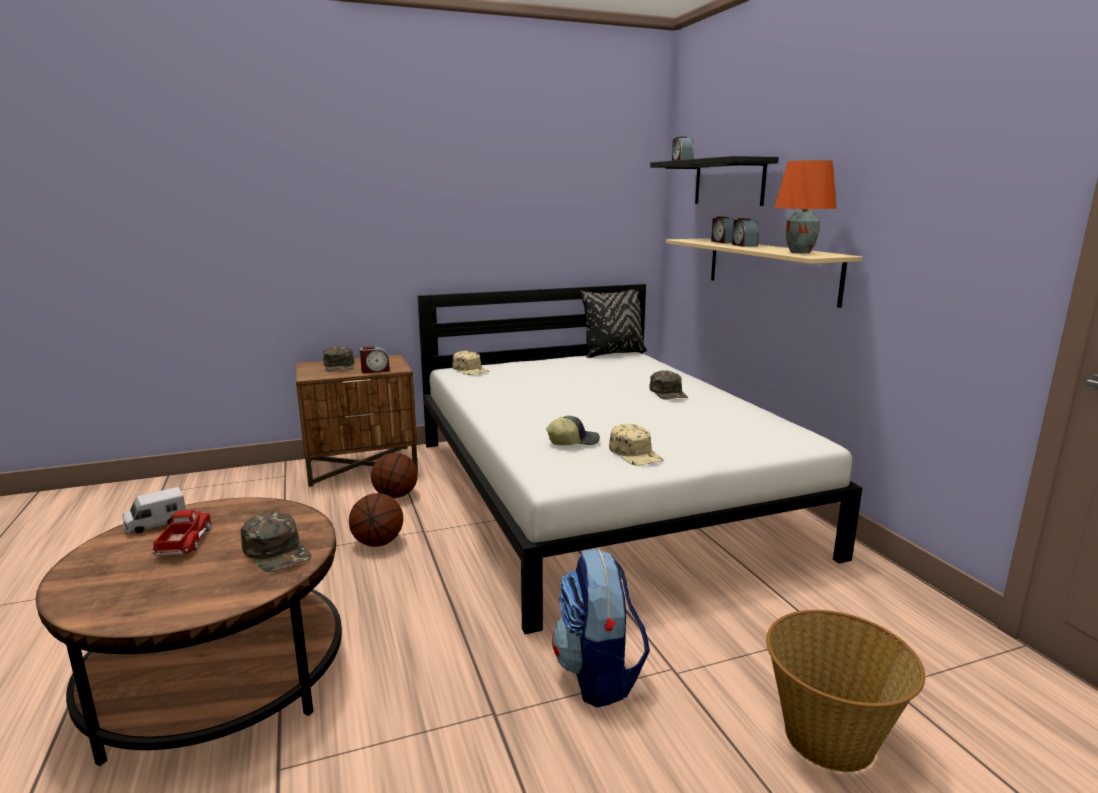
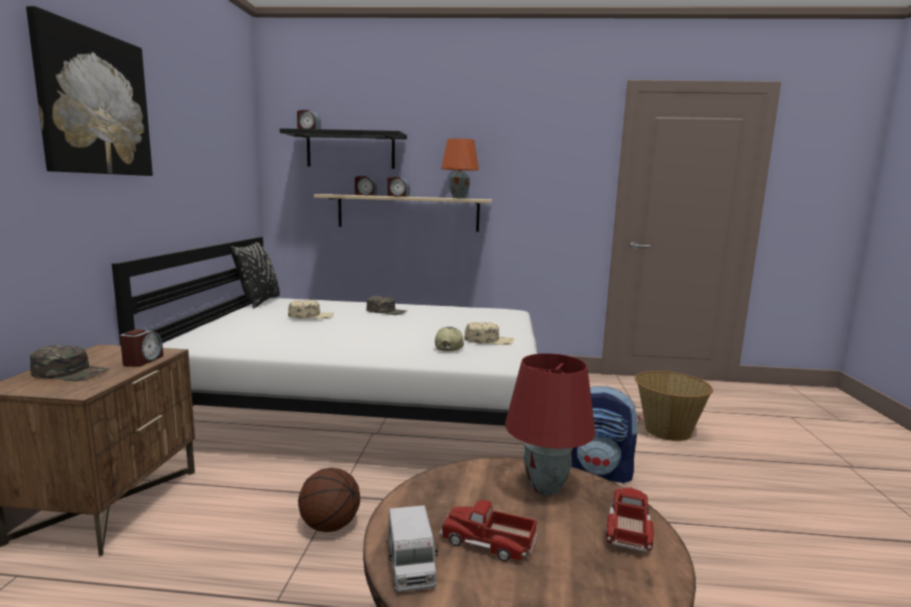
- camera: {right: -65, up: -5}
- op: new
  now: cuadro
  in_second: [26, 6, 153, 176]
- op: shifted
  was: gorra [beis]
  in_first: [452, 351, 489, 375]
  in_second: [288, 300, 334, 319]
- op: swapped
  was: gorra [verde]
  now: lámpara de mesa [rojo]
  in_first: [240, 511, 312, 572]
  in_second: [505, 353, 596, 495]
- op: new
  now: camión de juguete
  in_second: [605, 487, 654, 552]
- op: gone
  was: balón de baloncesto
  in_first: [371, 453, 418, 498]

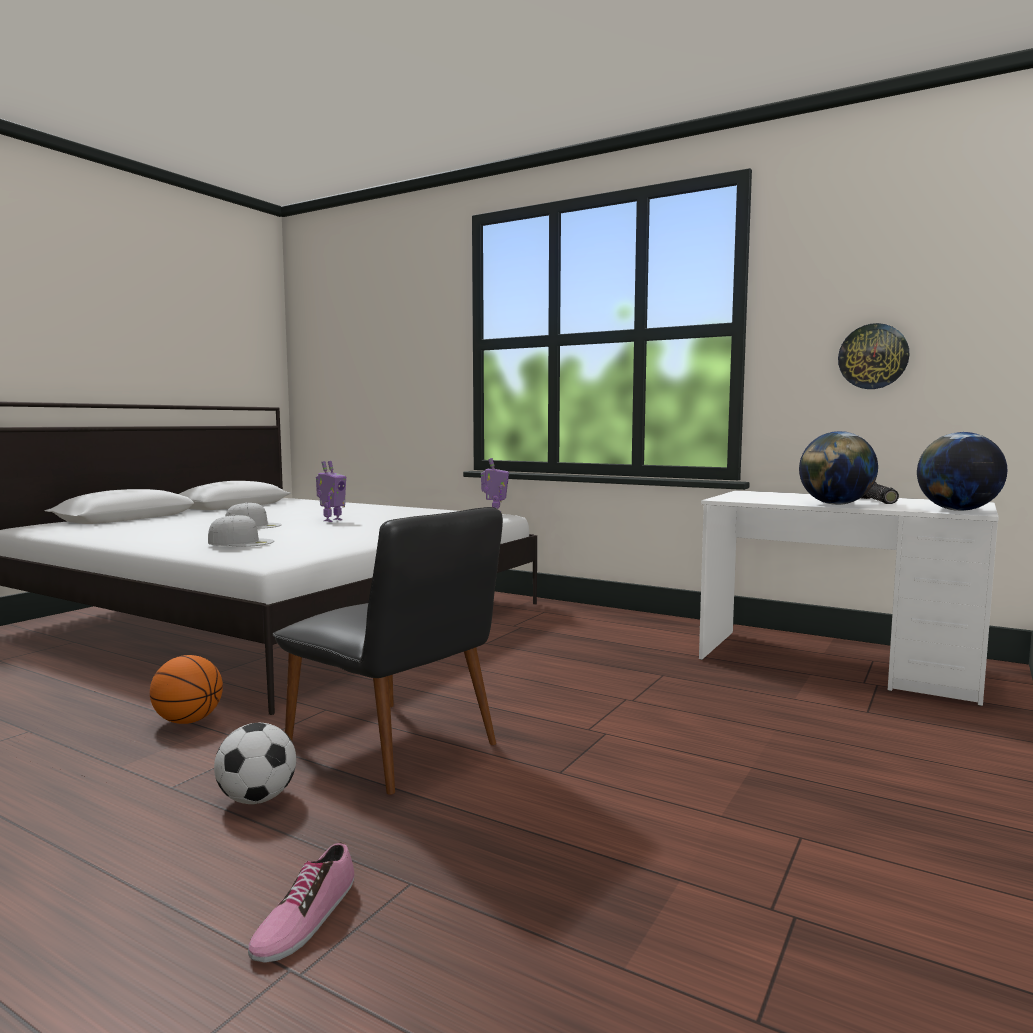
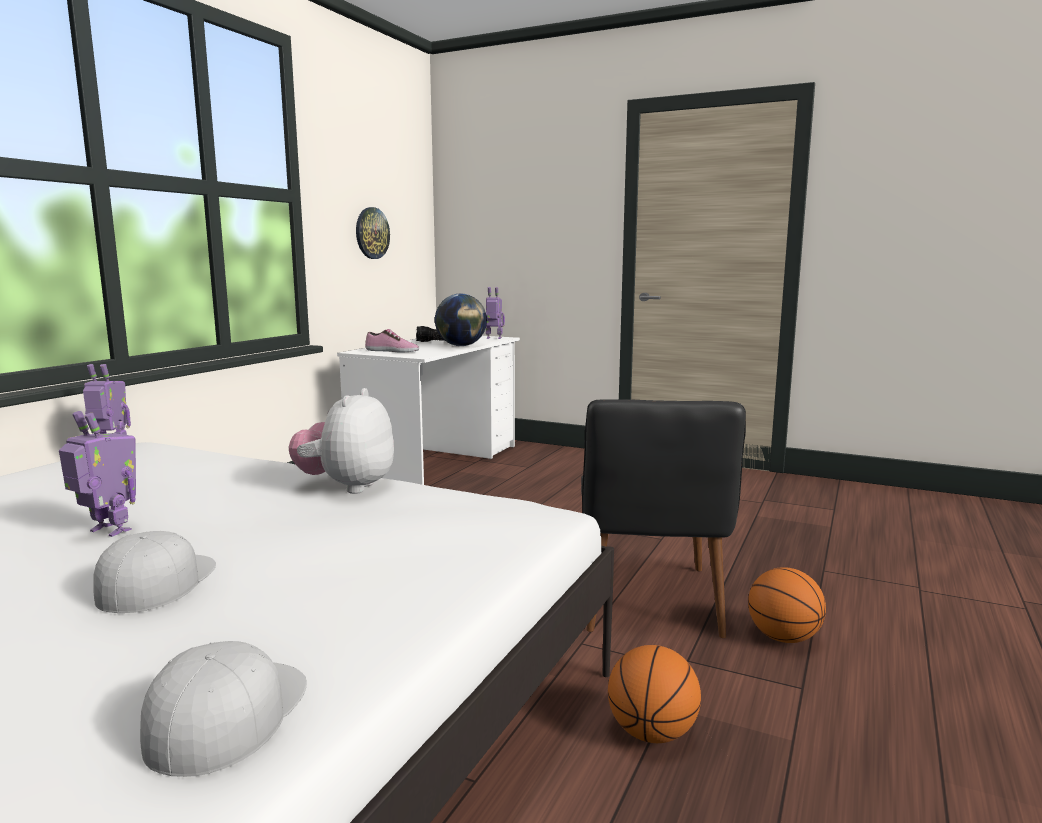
- camera: {right: -95, up: 5}
- op: shifted
  was: gorra [blanco]
  in_first: [208, 515, 274, 547]
  in_second: [140, 641, 307, 777]
- op: new
  now: peluche
  in_second: [288, 388, 394, 494]
- op: shifted
  was: zapato
  in_first: [248, 842, 354, 963]
  in_second: [365, 329, 419, 353]
- op: swapped
  was: globo terráqueo
  now: robot de juguete
  in_first: [917, 432, 1007, 511]
  in_second: [486, 287, 505, 339]
- op: rotated
  was: silla [negro]
  in_first: [273, 507, 503, 795]
  in_second: [581, 399, 746, 638]
  clockwise: 150
- op: swapped
  was: balón de fútbol
  now: balón de baloncesto
  in_first: [214, 723, 296, 804]
  in_second: [748, 567, 826, 643]

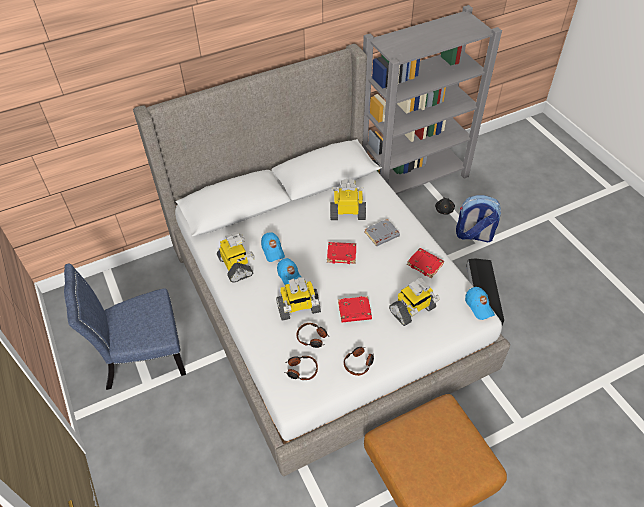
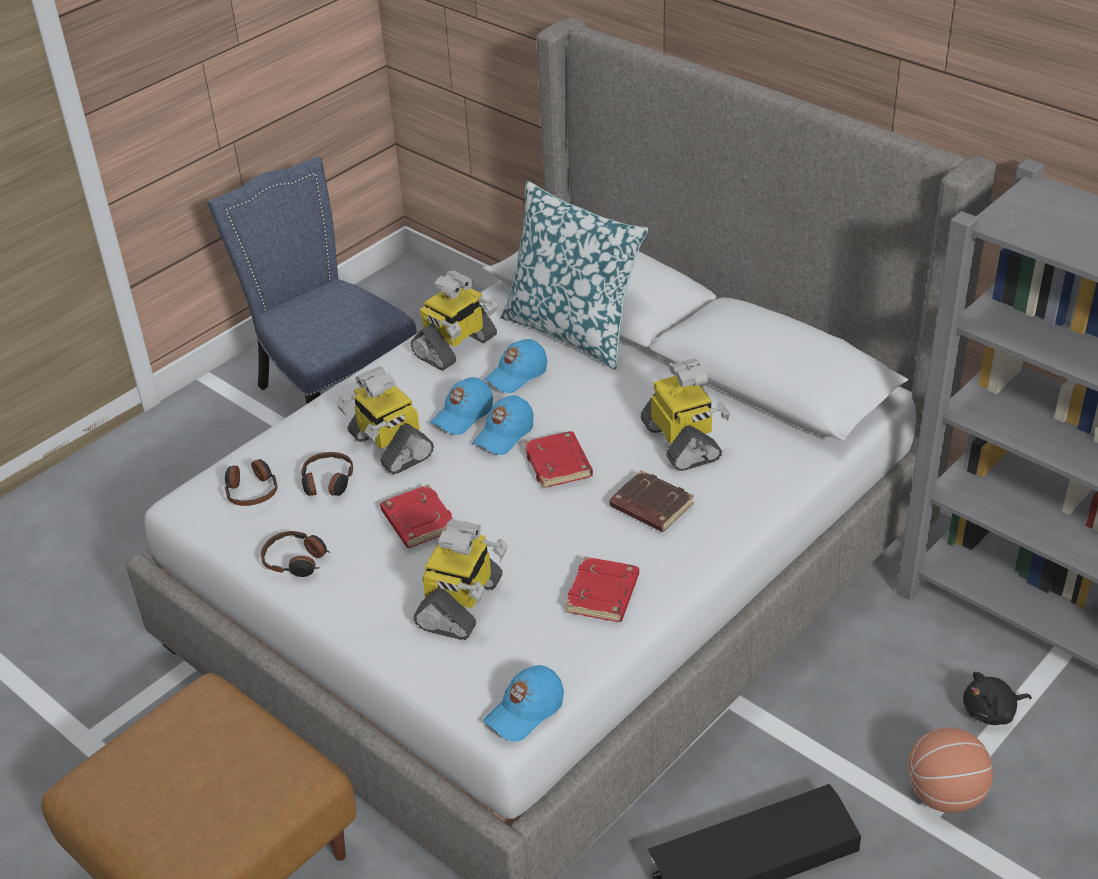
- camera: {right: 70, up: -10}
- op: rotated
  was: robot de juguete
  in_first: [389, 278, 440, 326]
  in_second: [413, 519, 508, 640]
  clockwise: -105
- op: new
  now: gorra [azul]
  in_second: [472, 395, 534, 455]
- op: new
  now: cojín
  in_second: [500, 181, 648, 370]
- op: repainted
  was: libro [gris]
  now: libro [marrón]
  in_first: [364, 219, 400, 246]
  in_second: [609, 470, 694, 532]
- op: swapped
  was: mochila
  now: balón de baloncesto
  in_first: [456, 195, 501, 242]
  in_second: [908, 728, 993, 813]

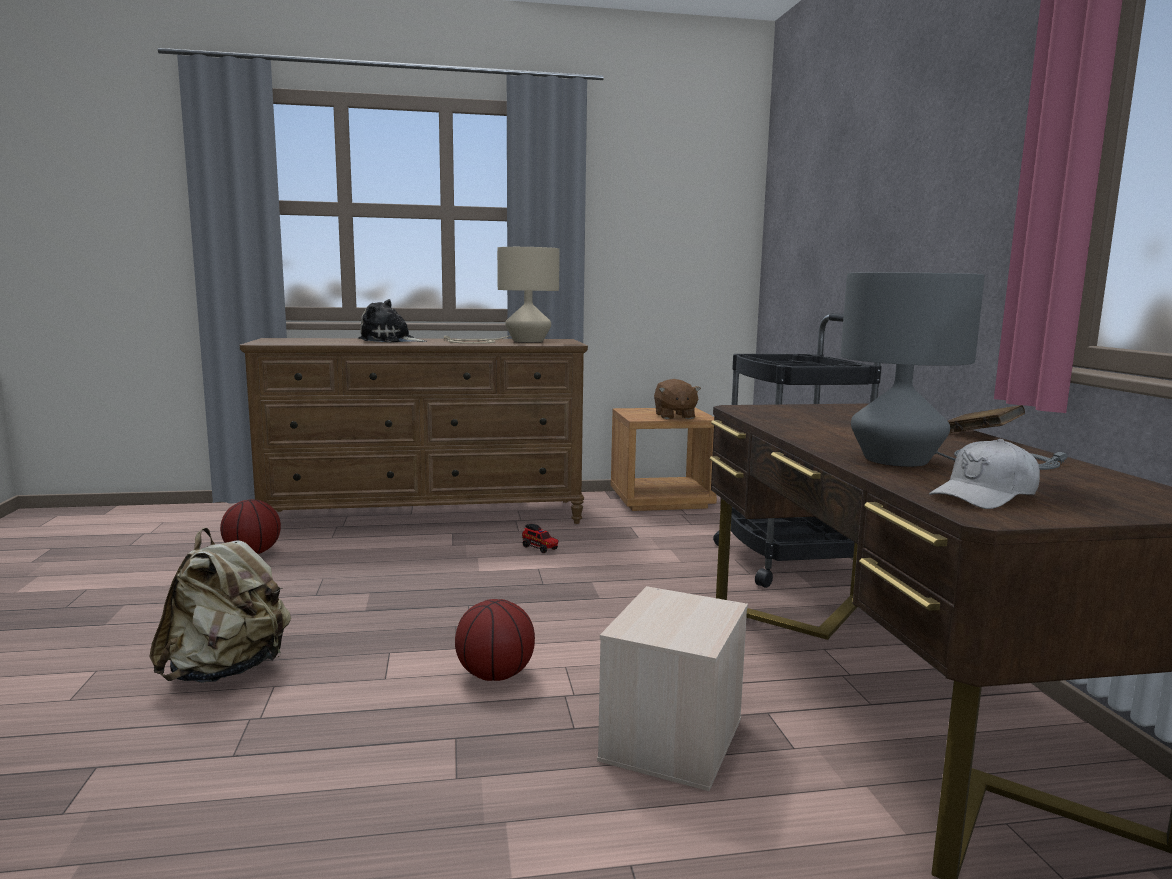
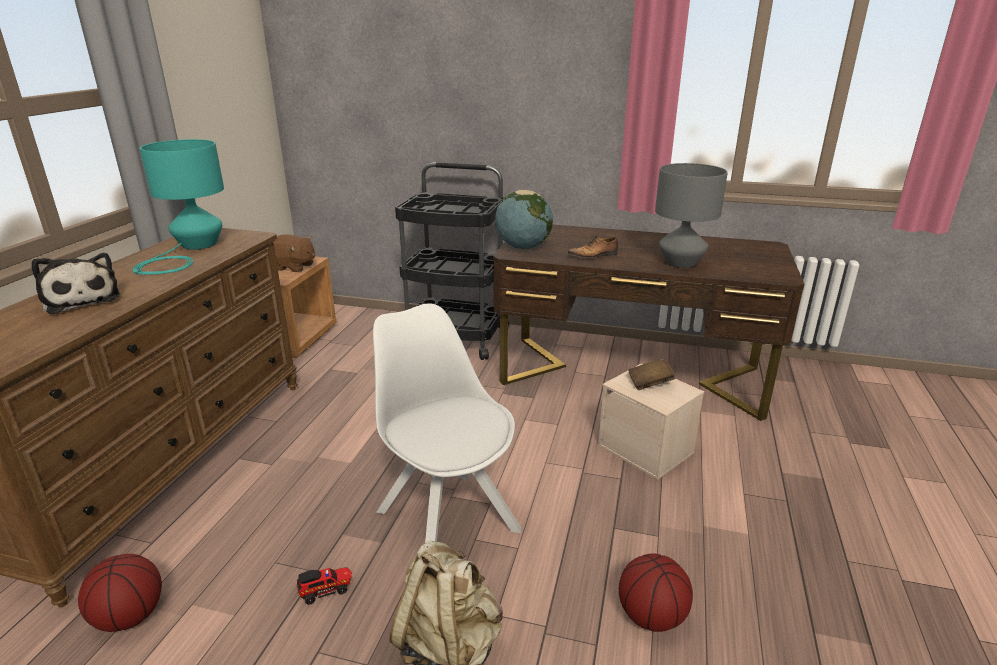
- camera: {right: -65, up: 15}
- op: rotated
  was: peluche
  in_first: [359, 299, 427, 342]
  in_second: [31, 253, 121, 315]
  clockwise: -75
- op: repainted
  was: lámpara de mesa [beis]
  now: lámpara de mesa [turquesa]
  in_first: [444, 247, 560, 344]
  in_second: [133, 139, 224, 275]
- op: shifted
  was: camión de juguete
  in_first: [522, 524, 559, 553]
  in_second: [296, 567, 352, 605]
- op: new
  now: silla [blanco]
  in_second: [373, 303, 521, 548]
- op: new
  now: globo terráqueo
  in_second: [495, 190, 553, 249]
- op: new
  now: zapato
  in_second: [567, 236, 618, 259]
- op: shifted
  was: balón de baloncesto
  in_first: [455, 599, 535, 681]
  in_second: [619, 554, 693, 632]
- op: shifted
  was: libro [marrón]
  in_first: [948, 405, 1025, 433]
  in_second: [628, 358, 675, 390]
- op: gone
  was: gorra [blanco]
  in_first: [929, 439, 1040, 509]

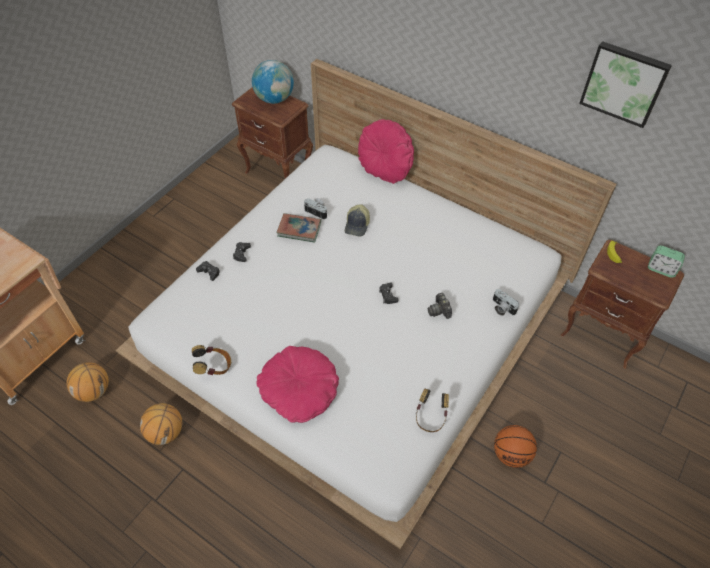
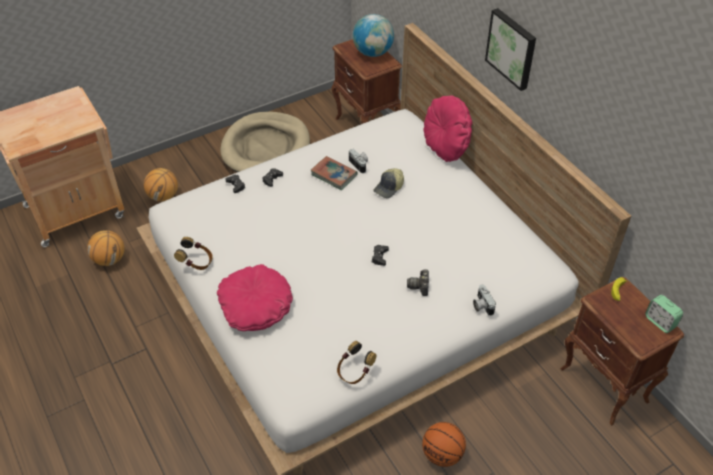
- camera: {right: 25, up: -5}
- op: shifted
  was: balón de baloncesto
  in_first: [140, 403, 182, 445]
  in_second: [144, 168, 178, 201]
- op: new
  now: cama para perro [beis]
  in_second: [220, 112, 310, 172]
- op: shifted
  was: cuadro
  in_first: [579, 41, 672, 128]
  in_second: [485, 8, 536, 91]

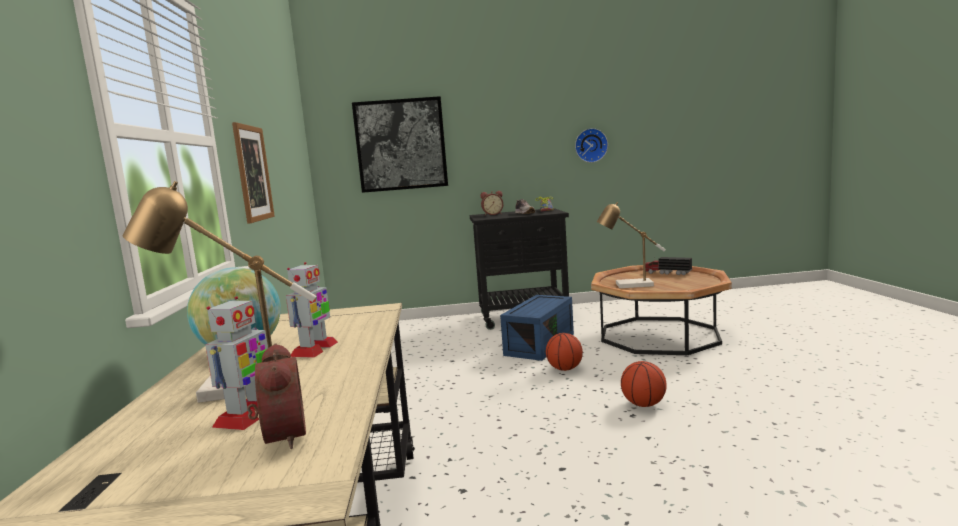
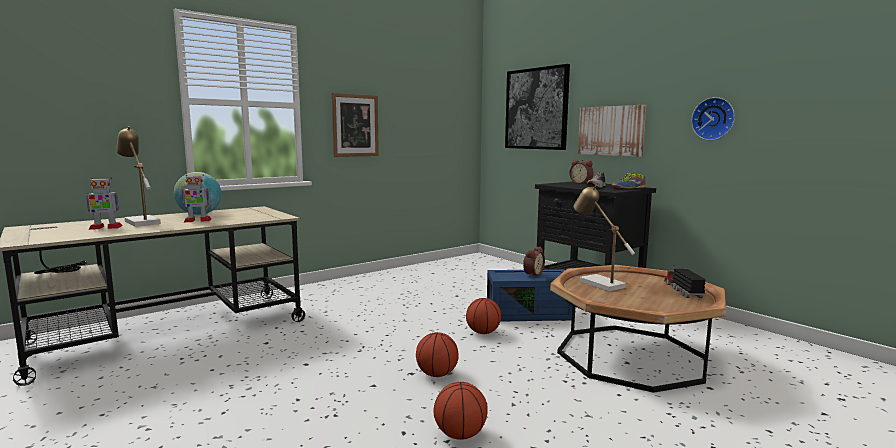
- camera: {right: 55, up: 0}
- op: new
  now: balón de baloncesto
  in_second: [433, 382, 488, 440]
- op: shifted
  was: despertador
  in_first: [247, 343, 306, 449]
  in_second: [523, 246, 545, 277]
- op: new
  now: cuadro
  in_second: [578, 105, 646, 157]

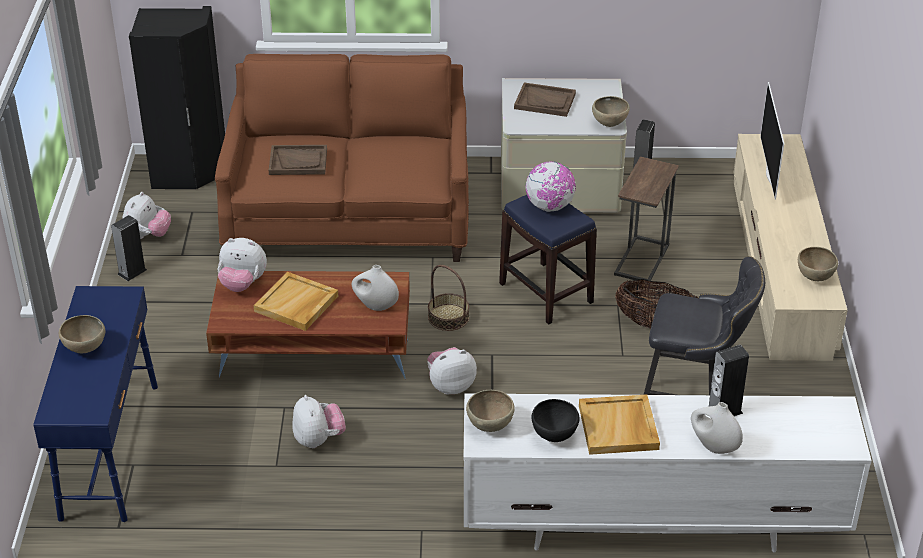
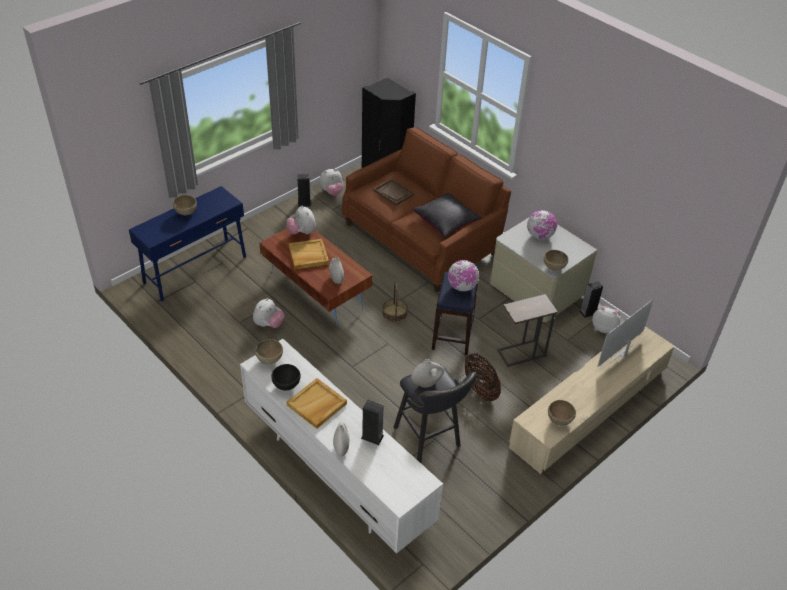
- camera: {right: 45, up: 5}
- op: new
  now: florero [blanco]
  in_second: [411, 359, 444, 388]
- op: new
  now: cojín [negro]
  in_second: [412, 193, 482, 236]
- op: swapped
  was: bandeja [marrón]
  now: globo terráqueo
  in_first: [514, 82, 576, 117]
  in_second: [527, 210, 557, 240]
- op: shifted
  was: peluche
  in_first: [427, 347, 477, 395]
  in_second: [592, 306, 621, 333]

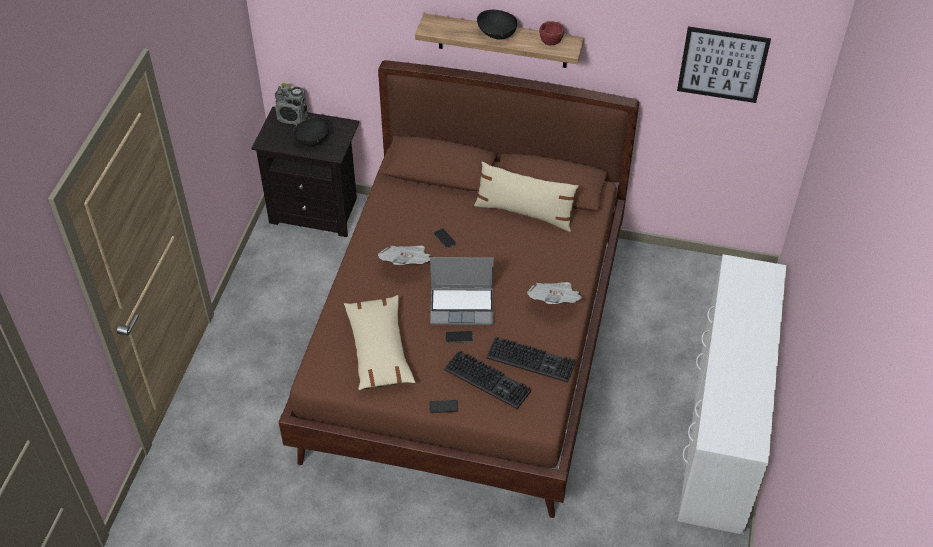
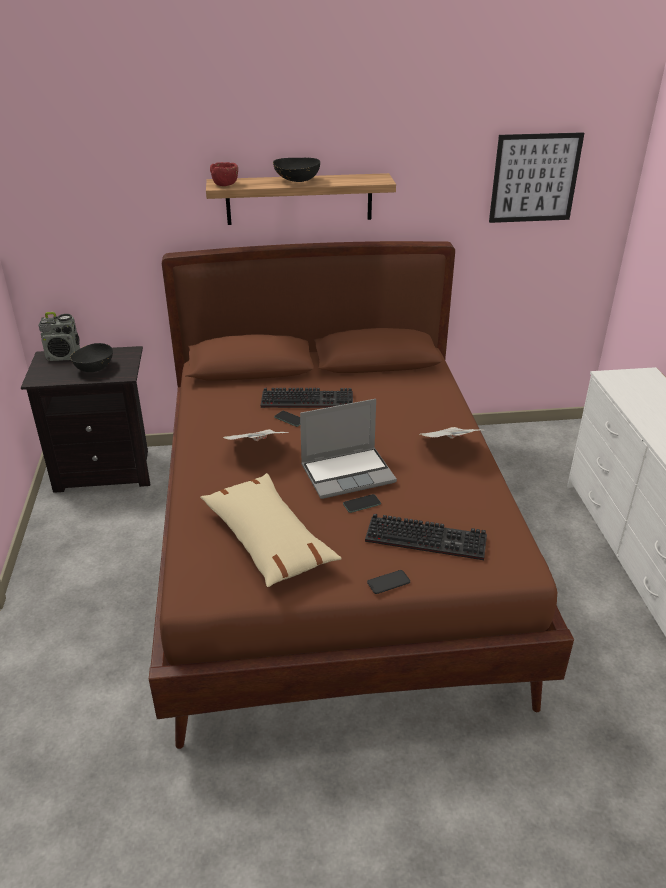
- camera: {right: -20, up: -15}
- op: shifted
  was: cuenco [rojo]
  in_first: [539, 21, 564, 46]
  in_second: [210, 162, 238, 186]
- op: shifted
  was: teclado
  in_first: [486, 337, 576, 383]
  in_second: [261, 388, 353, 408]
- op: gone
  was: cojín [beis]
  in_first: [474, 162, 579, 232]

